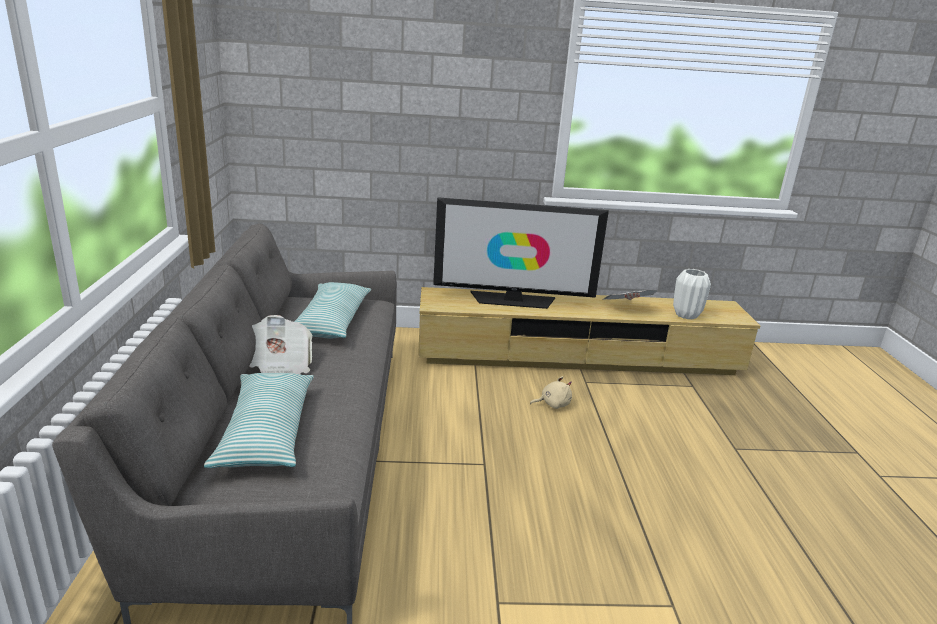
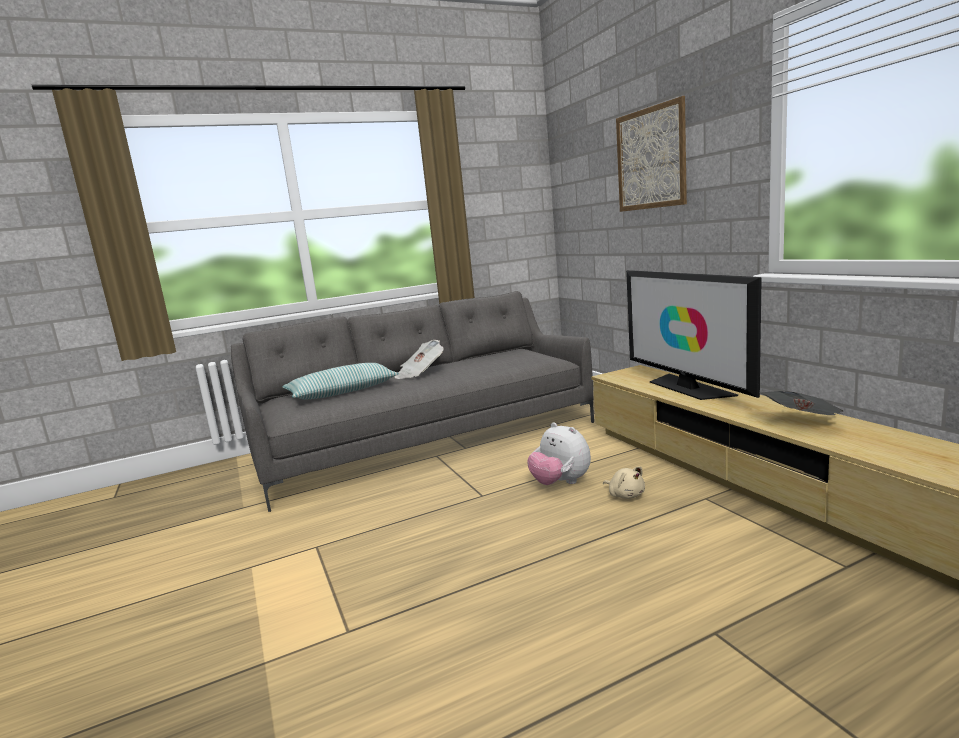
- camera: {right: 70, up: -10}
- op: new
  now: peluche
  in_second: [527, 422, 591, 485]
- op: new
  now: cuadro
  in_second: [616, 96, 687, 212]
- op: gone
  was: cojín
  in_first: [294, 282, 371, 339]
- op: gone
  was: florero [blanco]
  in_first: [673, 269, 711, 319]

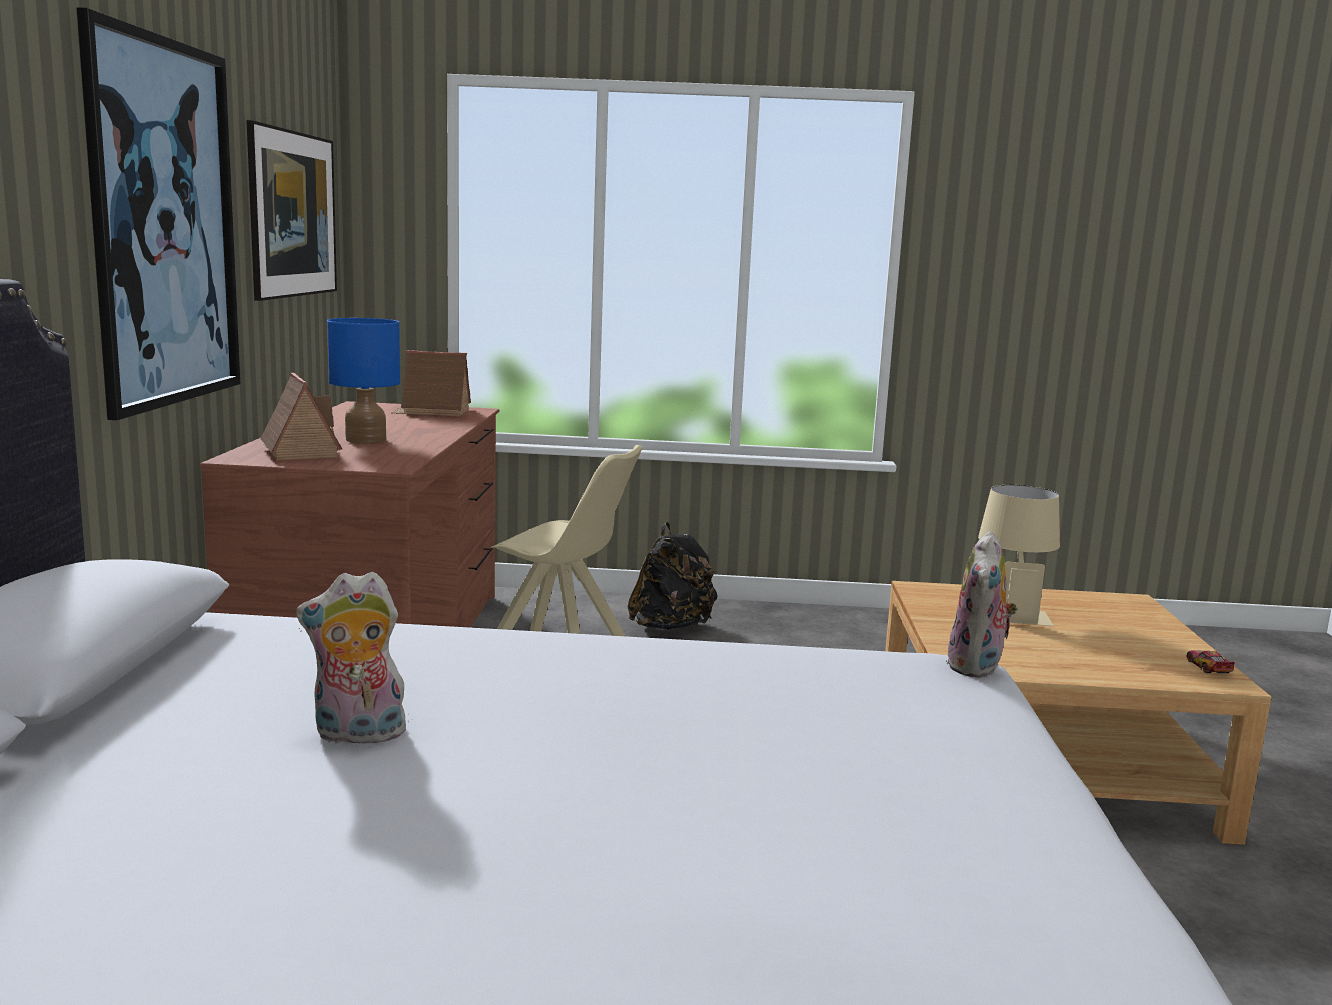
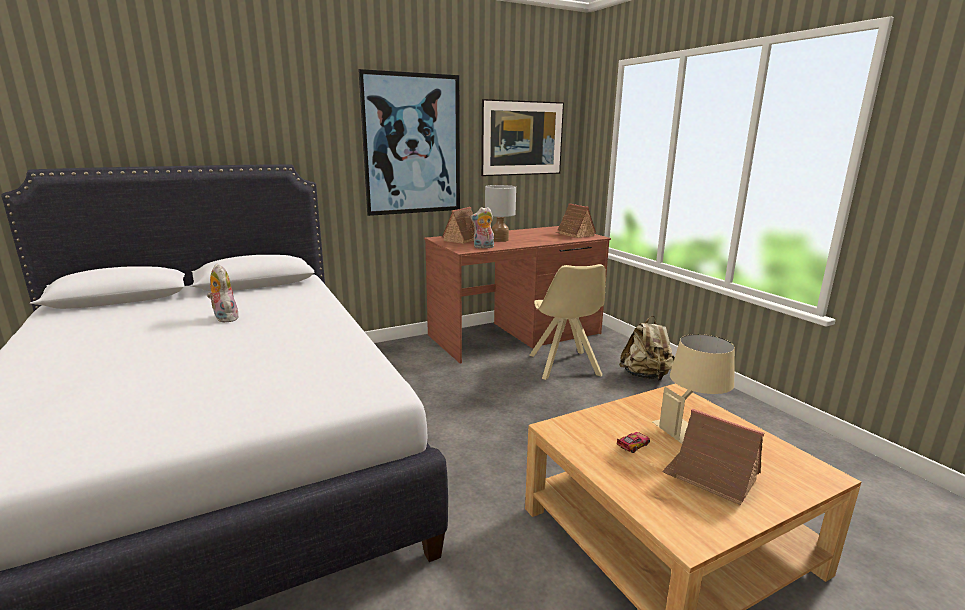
- camera: {right: 60, up: 5}
- op: shifted
  was: peluche
  in_first: [946, 531, 1018, 678]
  in_second: [470, 207, 494, 248]
- op: repainted
  was: lámpara de mesa [azul]
  now: lámpara de mesa [gris]
  in_first: [327, 318, 400, 444]
  in_second: [485, 185, 516, 242]
- op: shifted
  was: coche de juguete
  in_first: [1187, 650, 1235, 673]
  in_second: [617, 432, 650, 453]
- op: repainted
  was: mochila [negro]
  now: mochila [beis]
  in_first: [627, 522, 718, 631]
  in_second: [619, 316, 675, 381]
- op: new
  now: casita
  in_second: [662, 409, 764, 505]

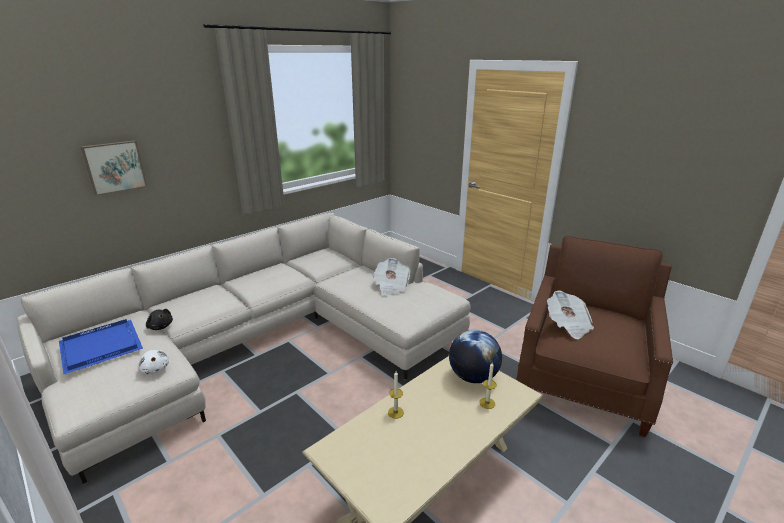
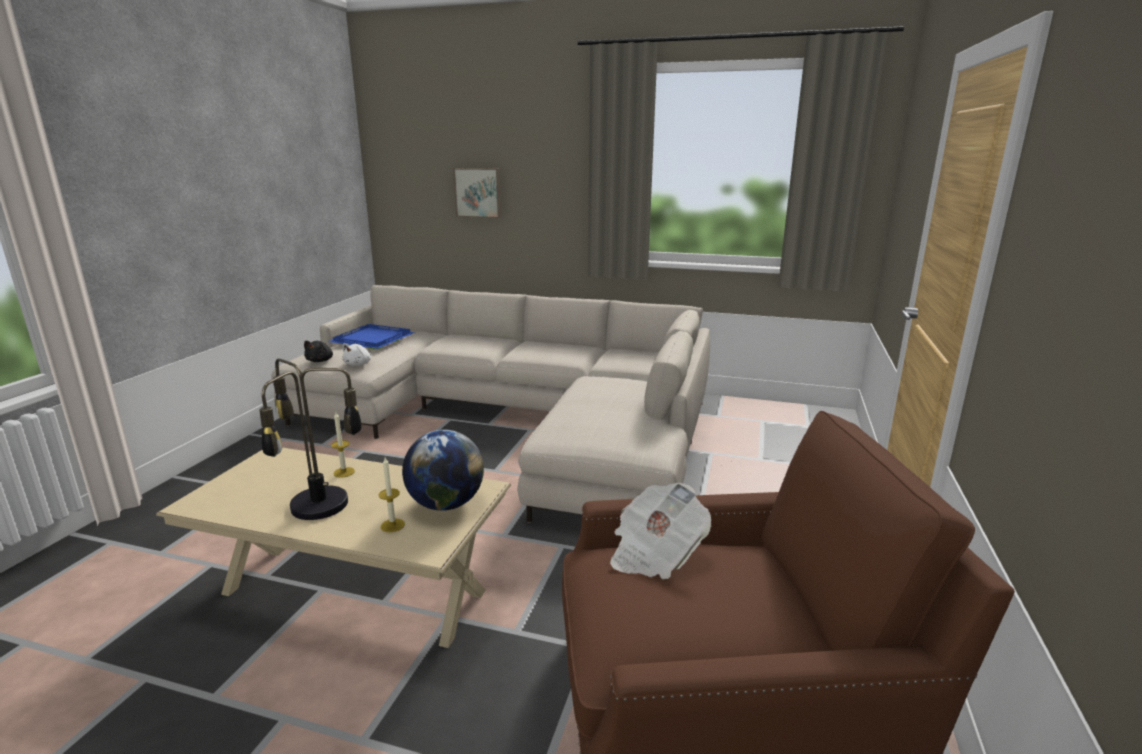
- camera: {right: 60, up: -5}
- op: new
  now: lámpara de mesa
  in_second: [259, 359, 362, 520]
- op: shifted
  was: peluche [negro]
  in_first: [146, 309, 173, 330]
  in_second: [304, 341, 333, 362]
- op: gone
  was: periódico
  in_first: [373, 258, 411, 296]

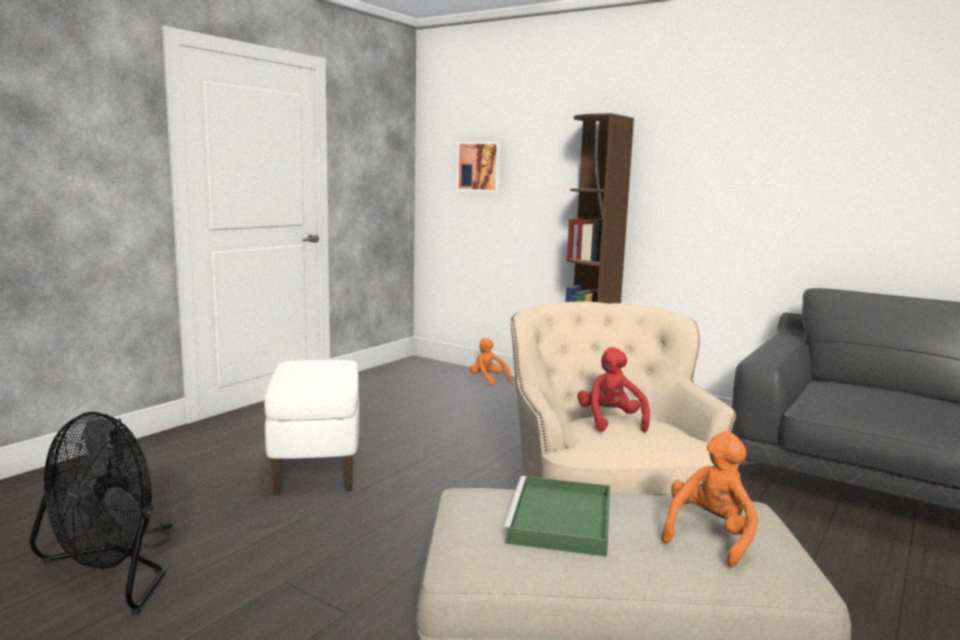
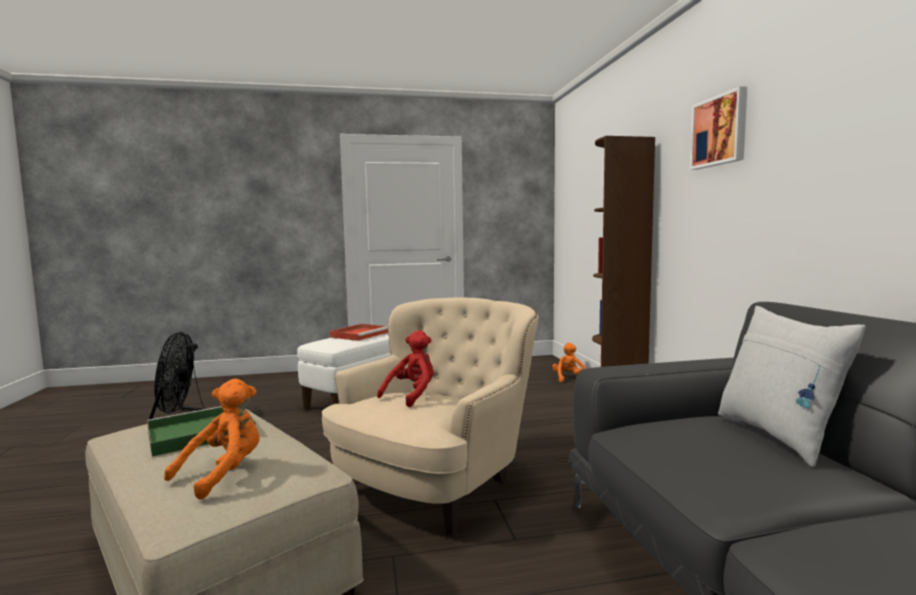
- camera: {right: 45, up: -5}
- op: rotated
  was: peluche [naranja]
  in_first: [661, 431, 758, 568]
  in_second: [164, 379, 260, 500]
  clockwise: -45
- op: new
  now: bandeja [rojo]
  in_second: [329, 324, 388, 341]
- op: shifted
  was: cuadro
  in_first: [456, 142, 502, 193]
  in_second: [690, 86, 747, 170]
- op: new
  now: cojín [gris]
  in_second: [718, 306, 866, 467]

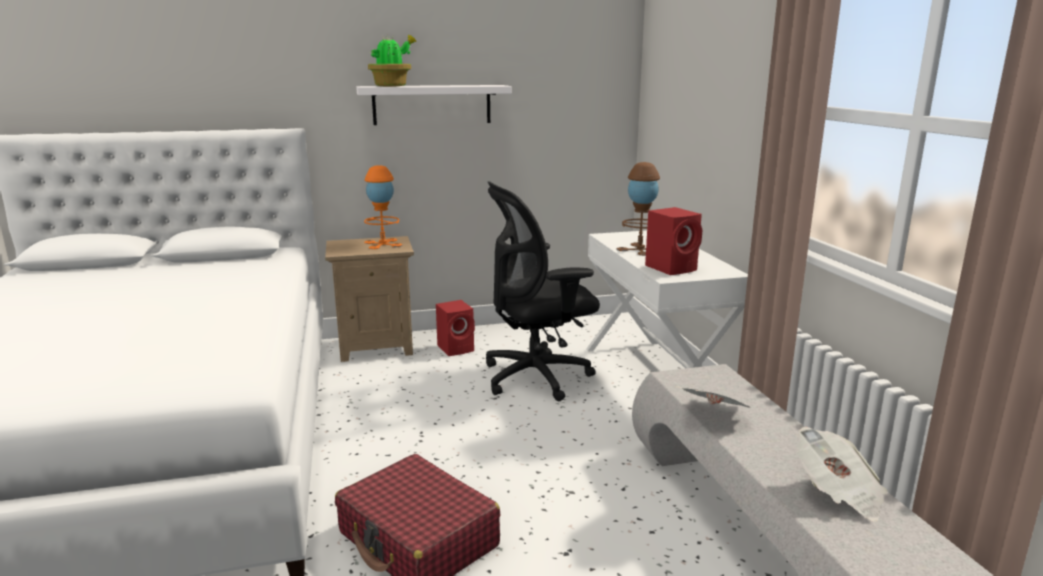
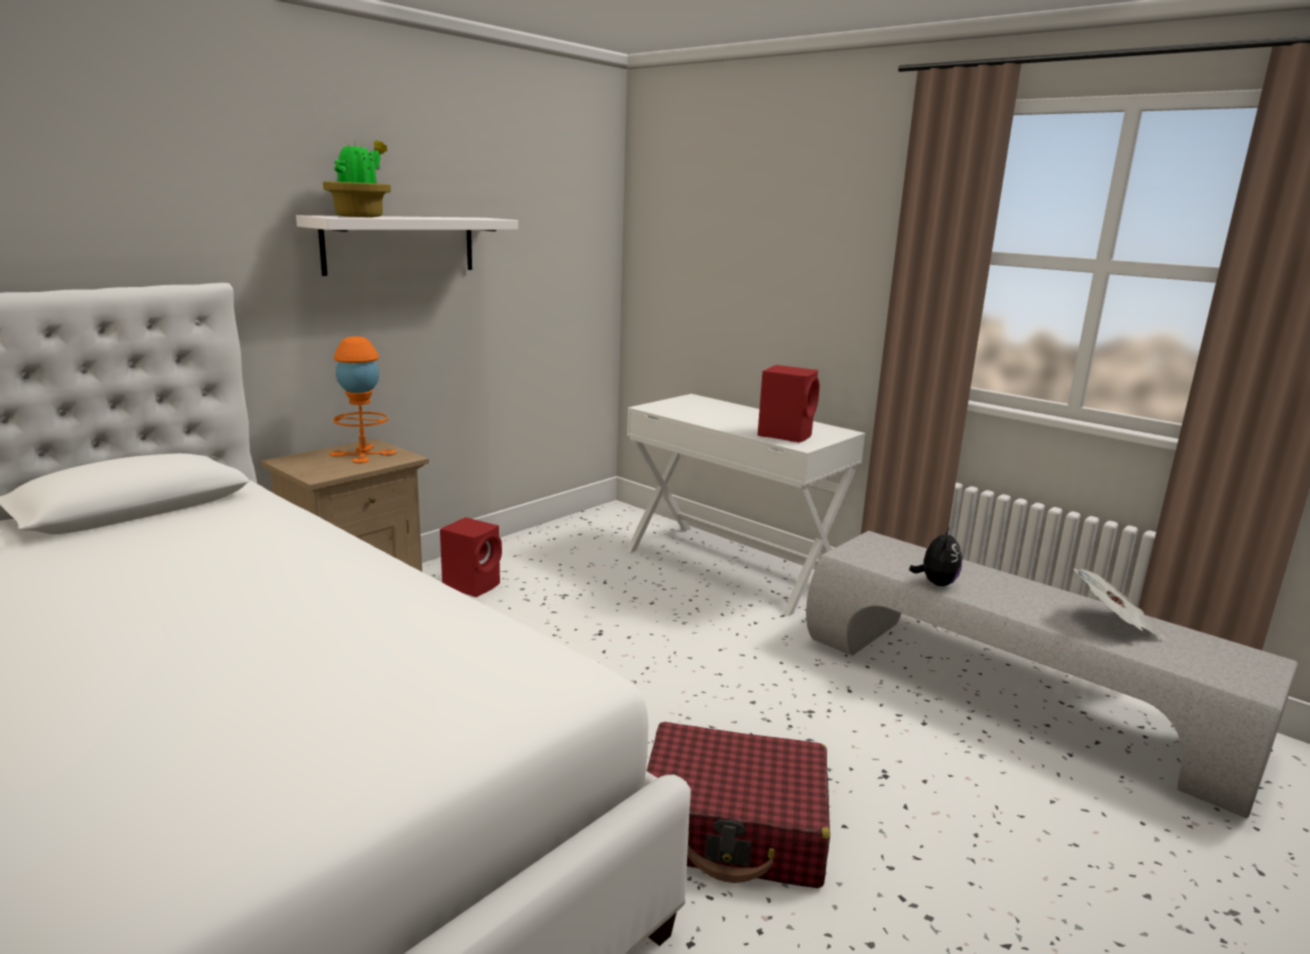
- camera: {right: -35, up: 0}
- op: swapped
  was: periódico
  now: peluche
  in_first: [675, 386, 751, 408]
  in_second: [909, 527, 962, 586]
- op: gone
  was: silla de oficina [negro]
  in_first: [486, 182, 600, 401]
- op: gone
  was: lámpara de mesa [marrón]
  in_first: [617, 162, 660, 256]

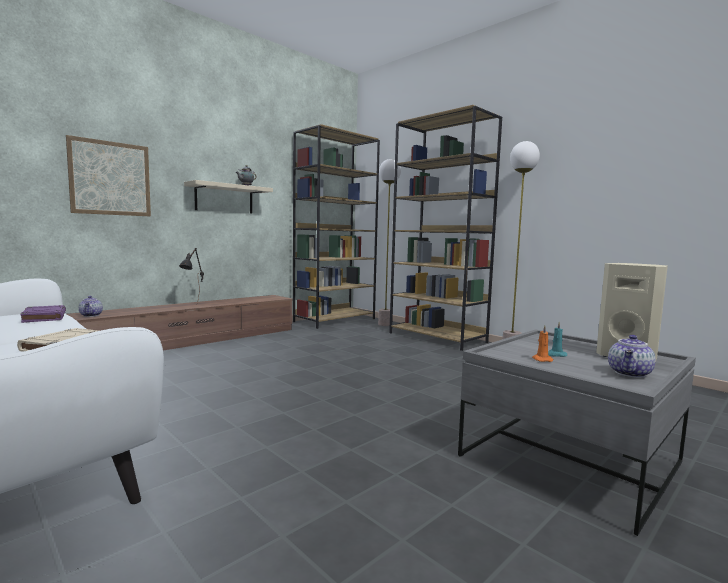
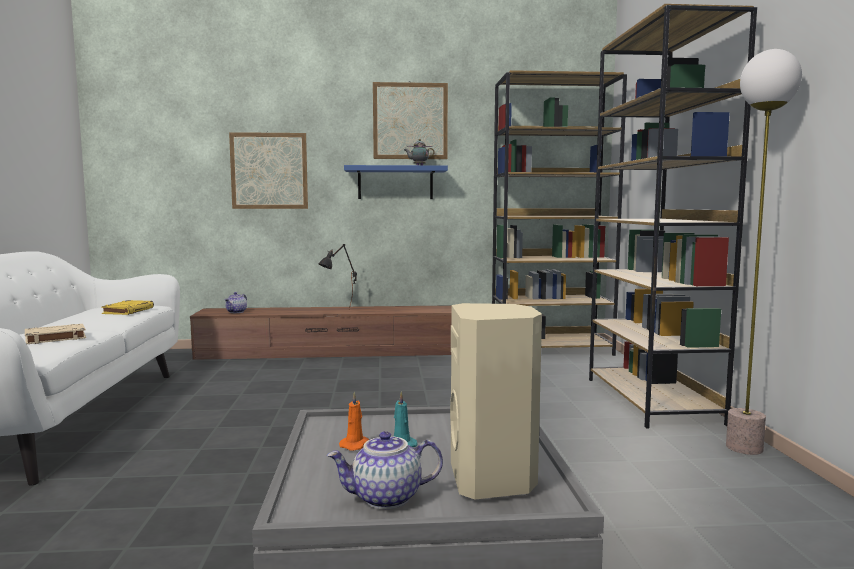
- camera: {right: 40, up: 0}
- op: repainted
  was: libro [morado]
  now: libro [amarillo]
  in_first: [21, 305, 66, 323]
  in_second: [101, 300, 154, 315]
- op: repainted
  was: estante [beis]
  now: estante [azul]
  in_first: [184, 180, 273, 214]
  in_second: [344, 165, 448, 199]
- op: new
  now: cuadro
  in_second: [373, 82, 448, 159]
- op: gone
  was: lámpara de pie
  in_first: [378, 159, 401, 326]

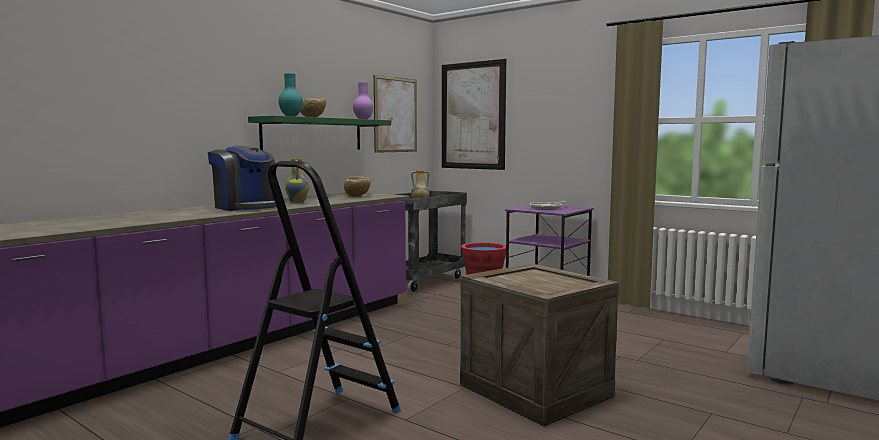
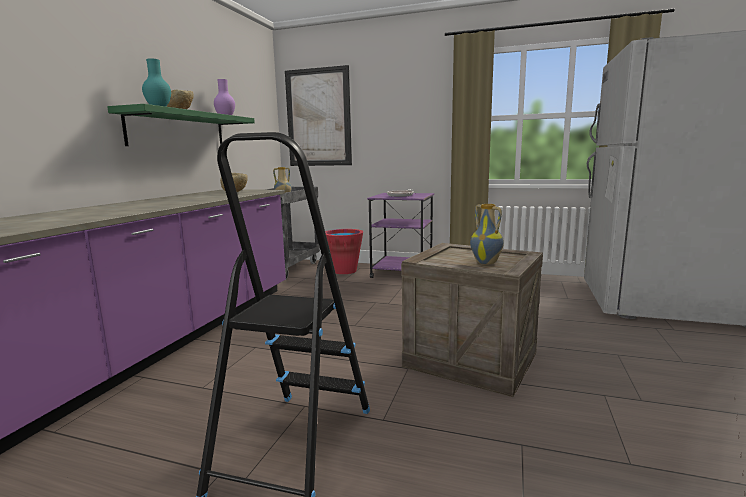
- camera: {right: -20, up: 5}
- op: shifted
  was: florero
  in_first: [285, 158, 309, 203]
  in_second: [470, 204, 504, 265]
- op: gone
  was: cafetera
  in_first: [208, 146, 277, 211]
- op: gone
  was: cuadro
  in_first: [374, 75, 417, 153]

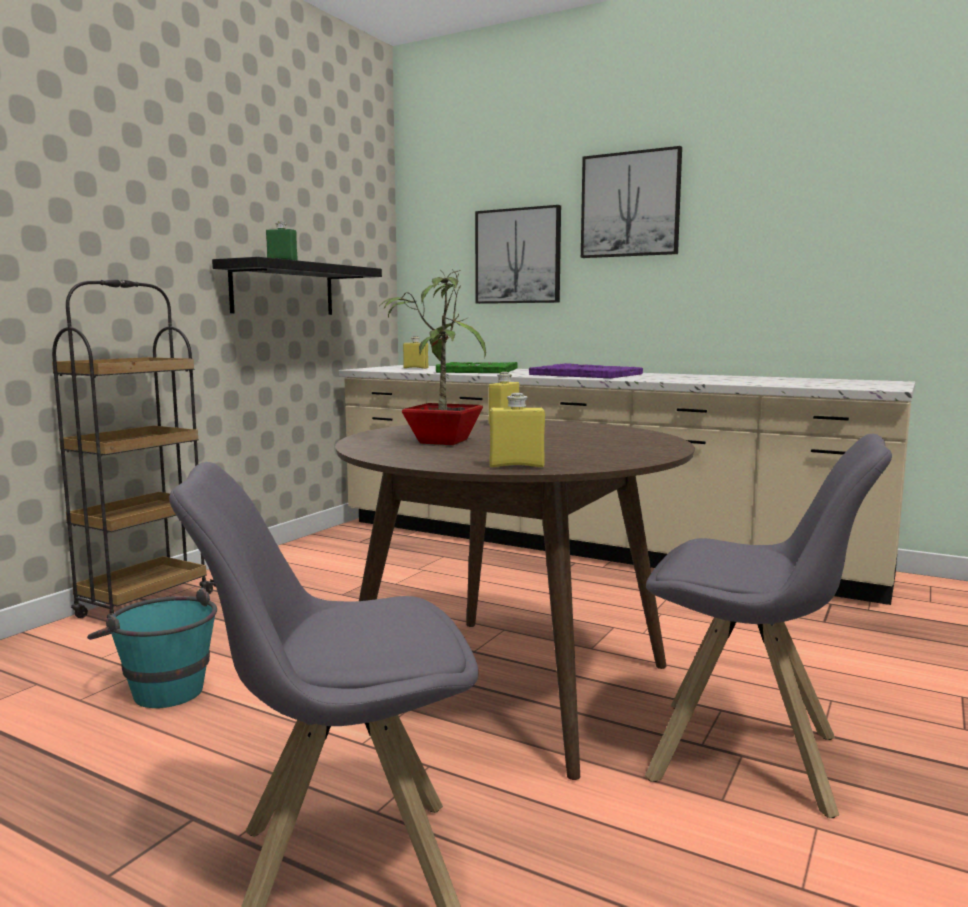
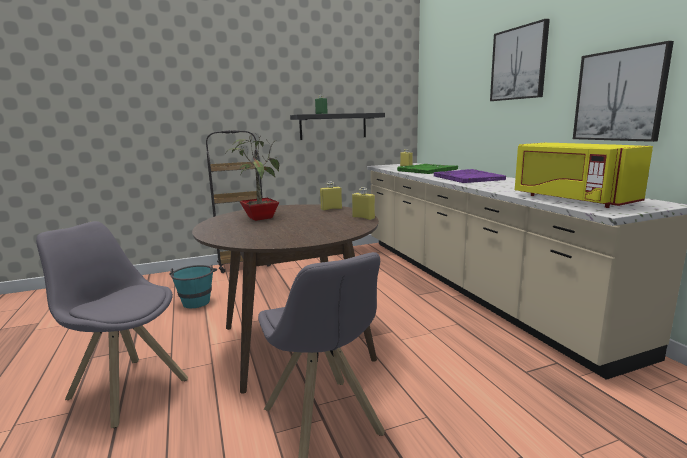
- camera: {right: 40, up: 5}
- op: shifted
  was: botella [amarillo]
  in_first: [490, 393, 545, 467]
  in_second: [352, 187, 375, 220]
- op: new
  now: microondas [amarillo]
  in_second: [515, 143, 653, 208]
- op: shifted
  was: cuadro
  in_first: [475, 205, 561, 304]
  in_second: [573, 41, 674, 142]

